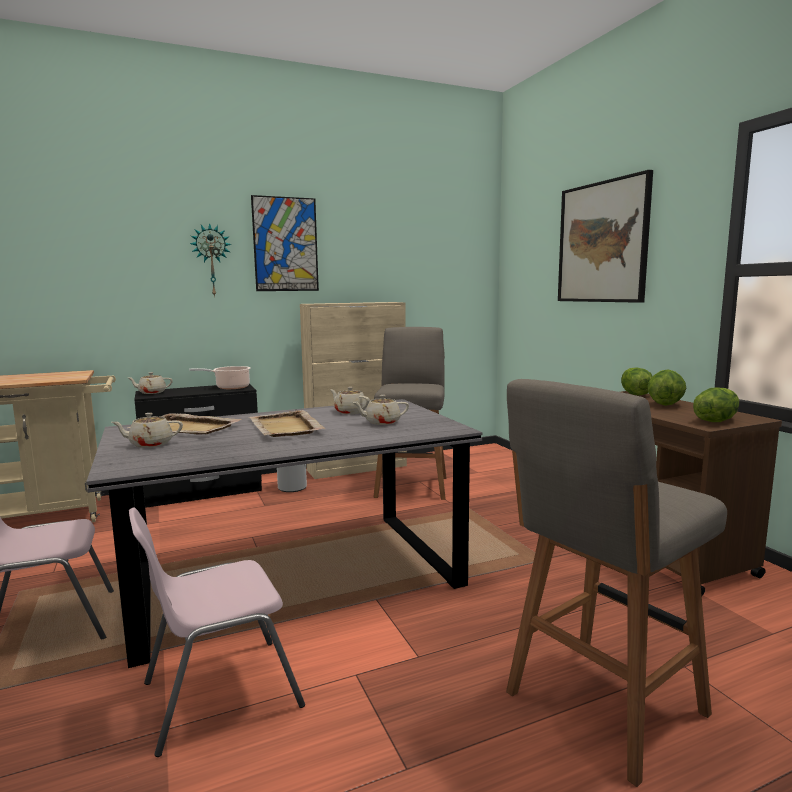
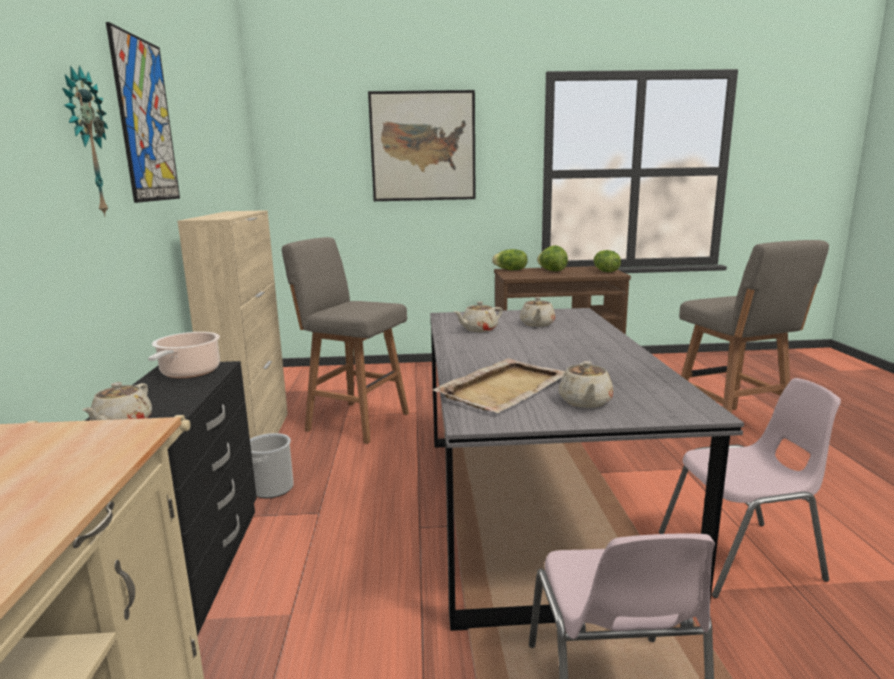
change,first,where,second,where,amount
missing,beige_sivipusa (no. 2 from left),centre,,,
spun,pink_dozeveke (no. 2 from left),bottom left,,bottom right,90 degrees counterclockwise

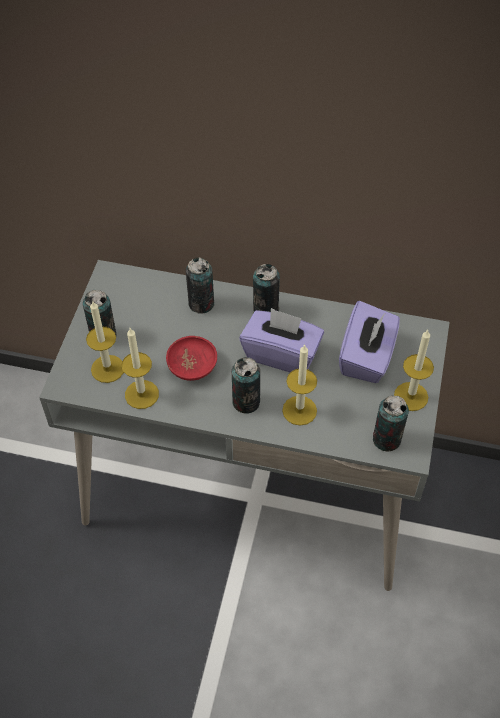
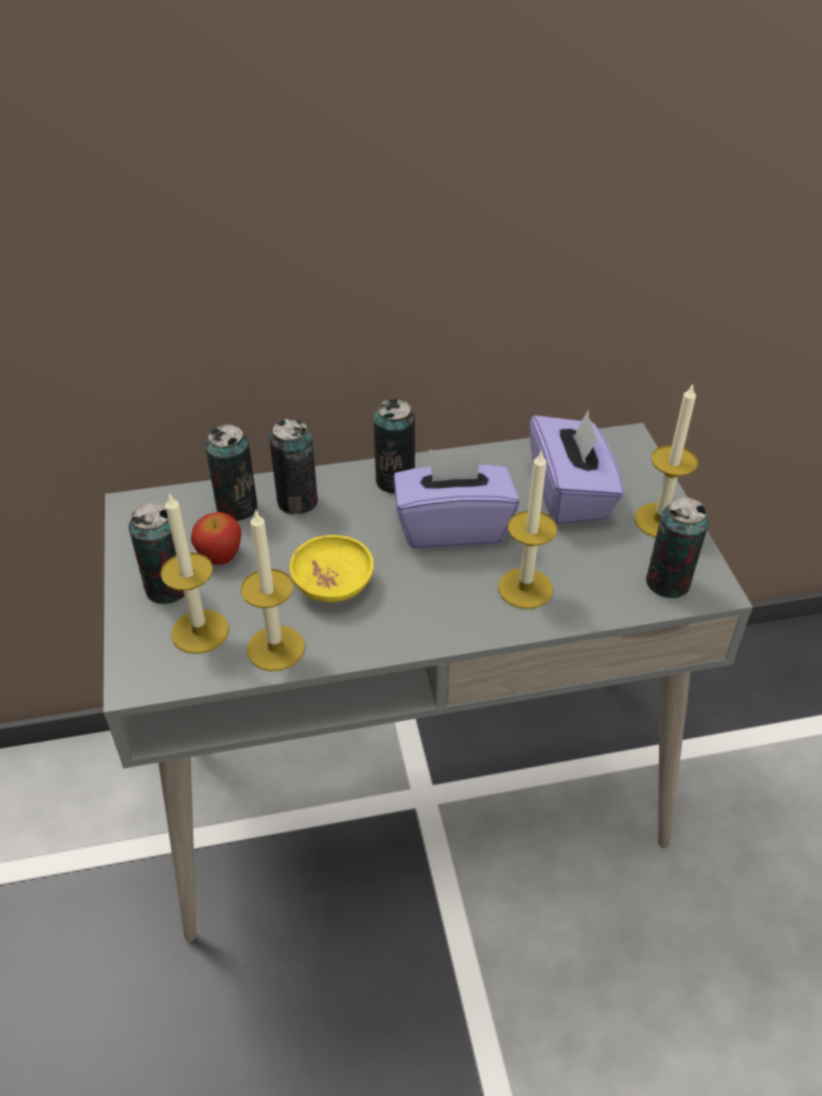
change,first,where,second,where,amount
appeared,,,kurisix,middle left,
relocated,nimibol (no. 3 from left in the first image),centre,nimibol (no. 2 from left),middle left,
colour,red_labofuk,centre,yellow_labofuk,centre,

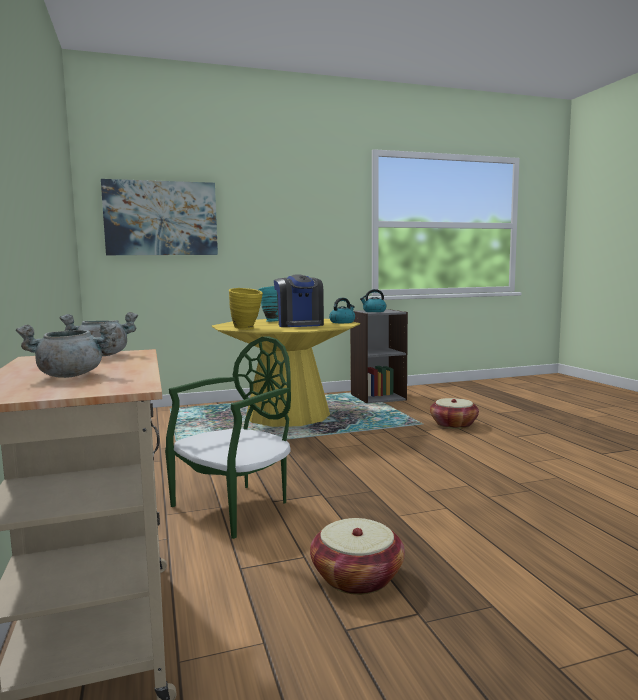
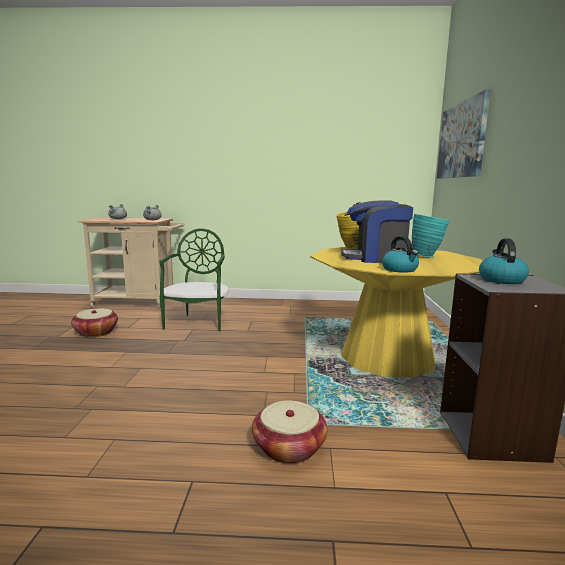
change,first,where,second,where,amount
spun,green_dozeveke,centre,,centre,150 degrees counterclockwise

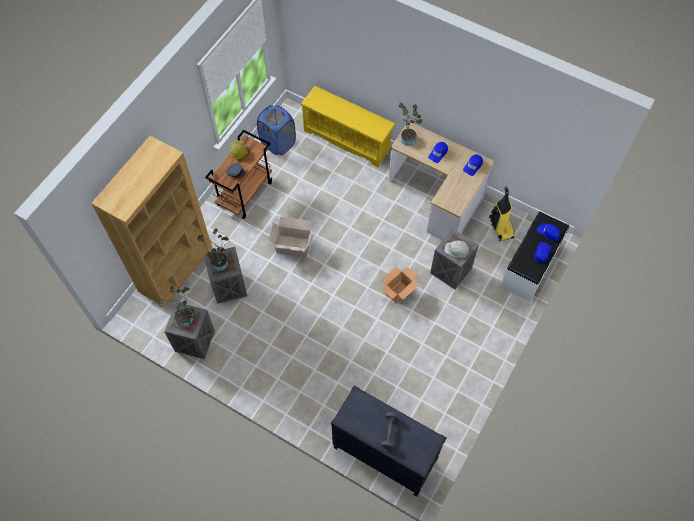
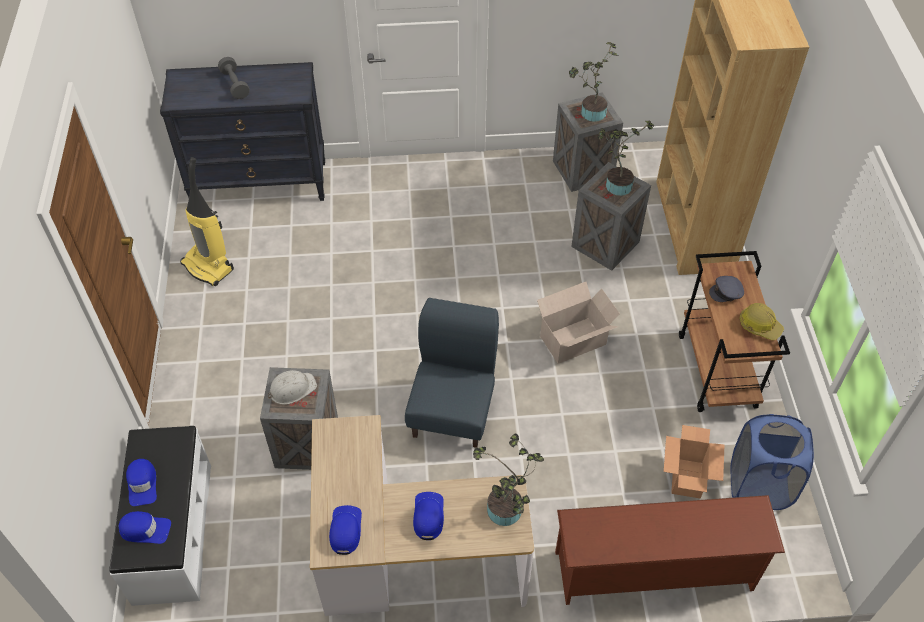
change,first,where,second,where,amount
appeared,,,blue_dozeveke,centre,
relocated,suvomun (no. 2 from left),centre,,bottom right,
relocated,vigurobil,middle right,,middle left,
colour,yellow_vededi,top centre,brown_vededi,bottom right,

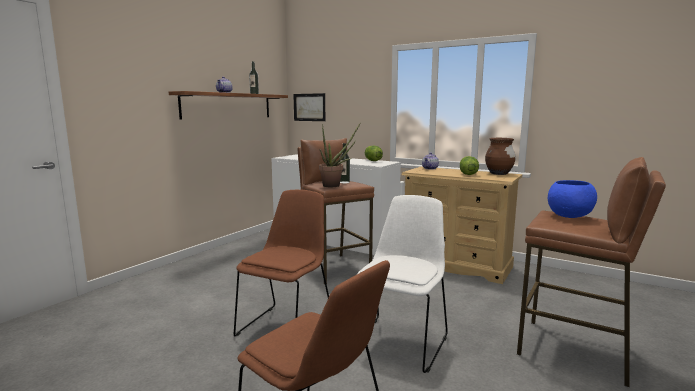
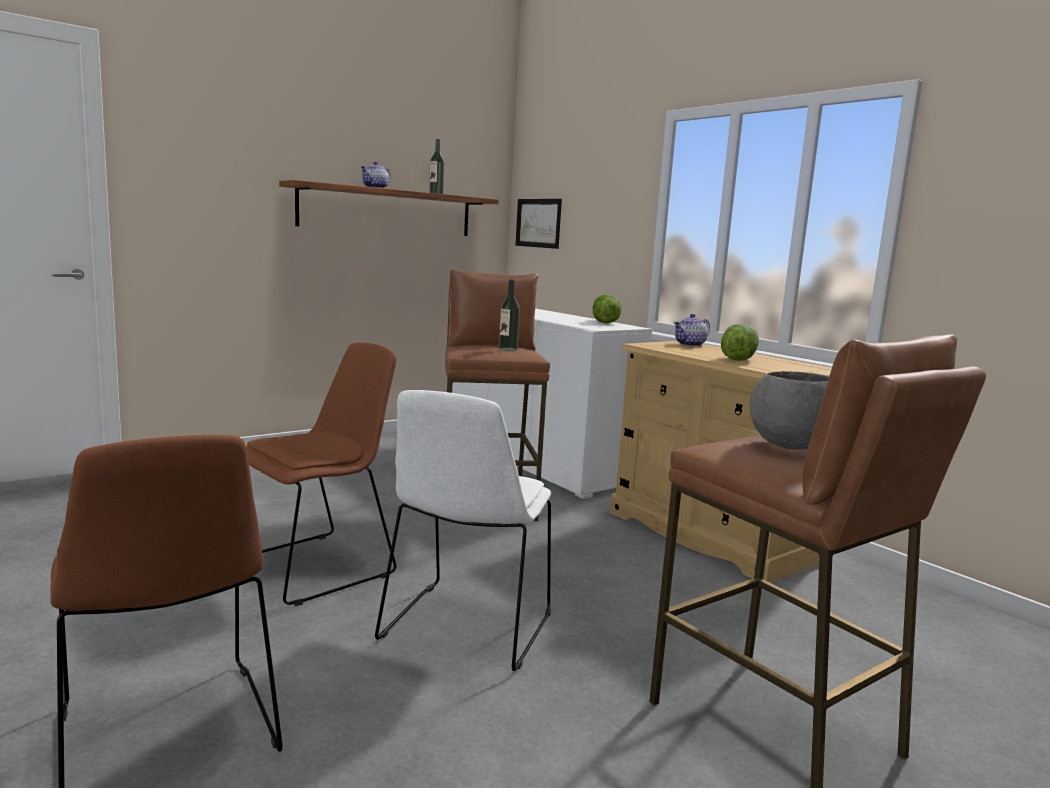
change,first,where,second,where,amount
missing,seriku,centre,,,
missing,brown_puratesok,middle right,,,
colour,blue_labofuk,middle right,grey_labofuk,middle right,
spun,white_dozeveke,bottom centre,,bottom centre,150 degrees clockwise

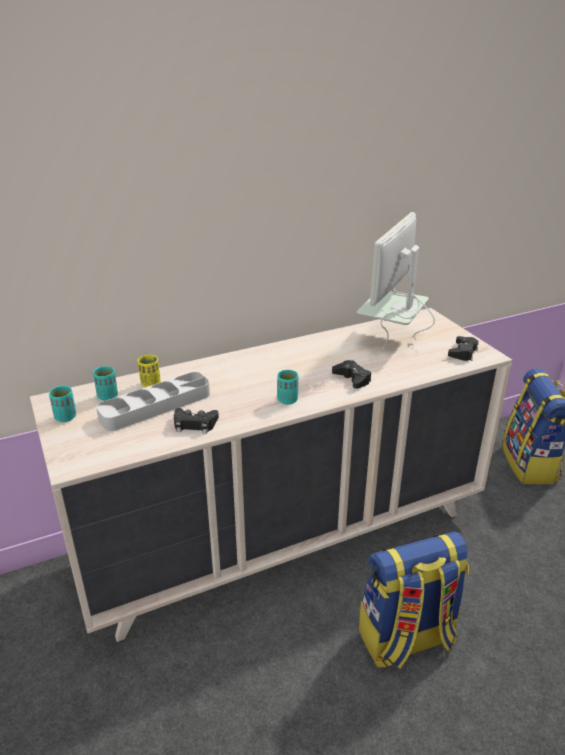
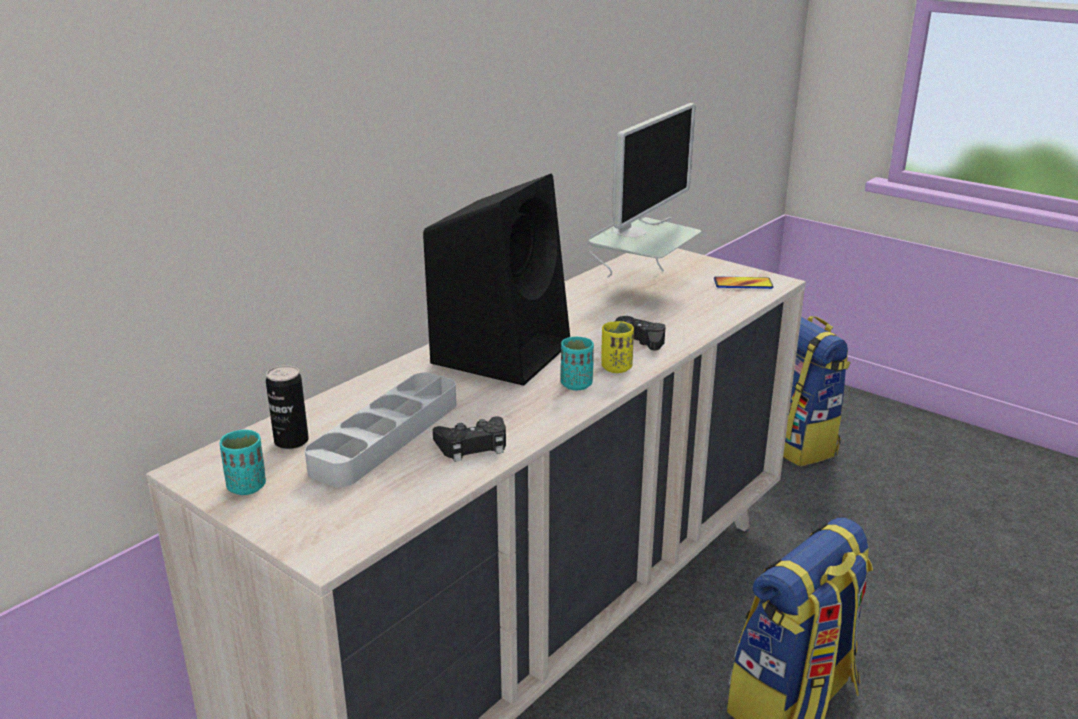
change,first,where,second,where,amount
appeared,,,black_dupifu,centre,
relocated,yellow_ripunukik,middle left,,centre,
exchanged,turquoise_ripunukik (no. 2 from left),middle left,nimibol,middle left,
exchanged,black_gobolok (no. 3 from left),middle right,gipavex,middle right,
spun,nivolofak,middle right,,top centre,150 degrees counterclockwise

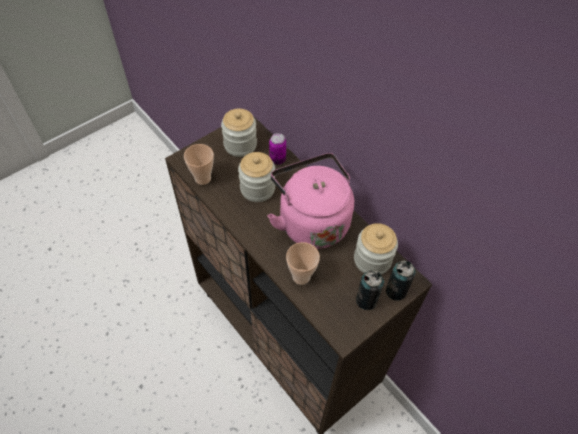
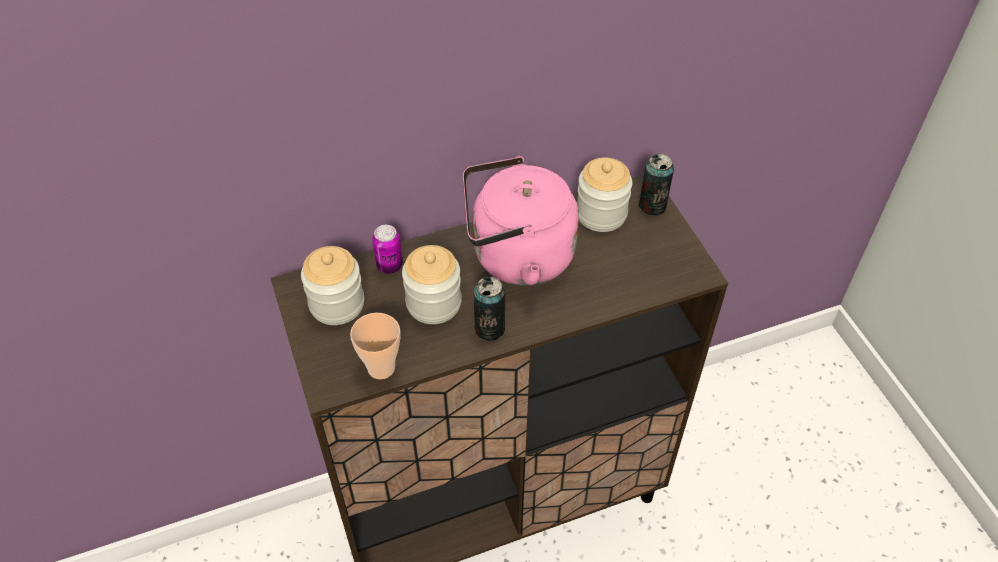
change,first,where,second,where,amount
missing,ripunukik (no. 2 from left),centre,,,
relocated,nimibol (no. 2 from left),bottom centre,,centre,

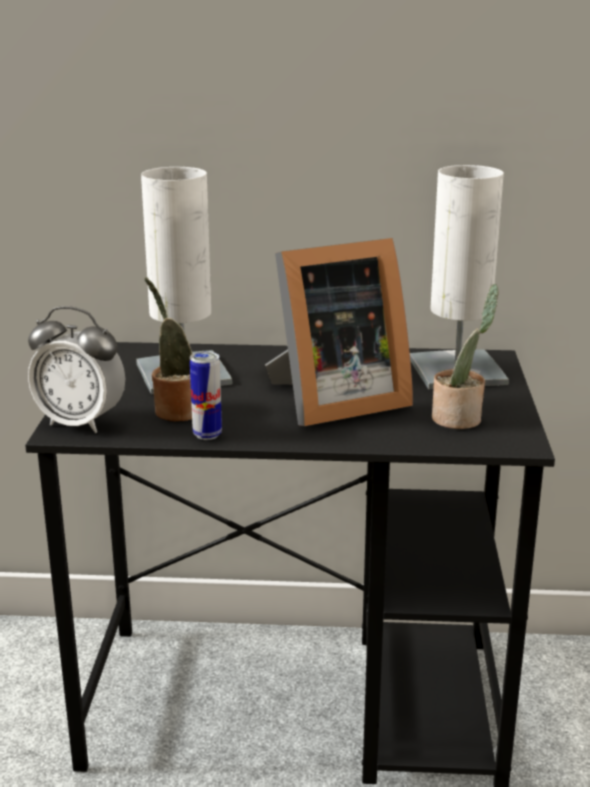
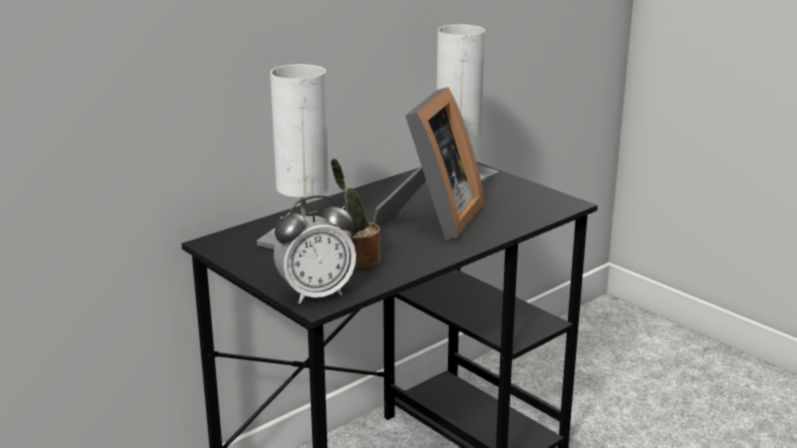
change,first,where,second,where,amount
missing,nimibol,centre,,,
missing,seriku (no. 2 from left),middle right,,,

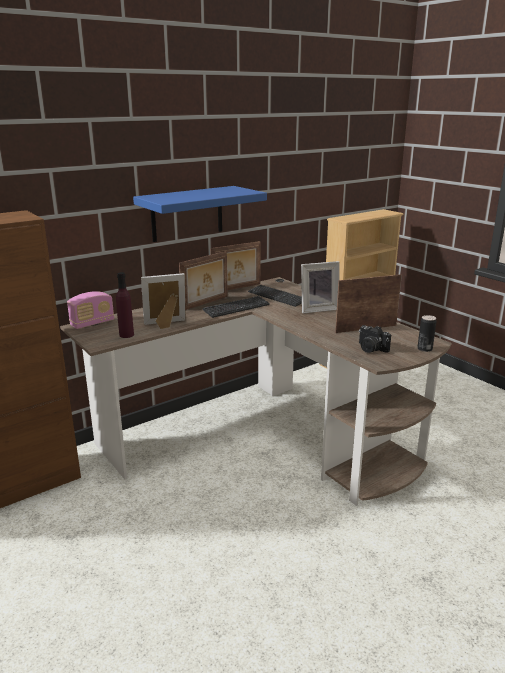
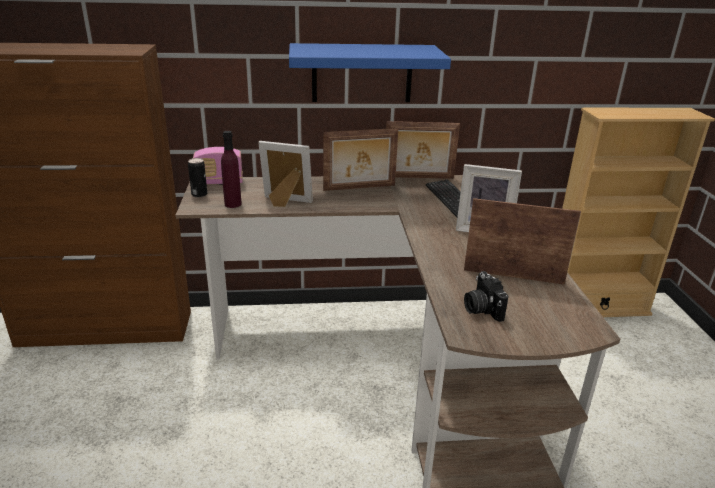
change,first,where,second,where,amount
missing,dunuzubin (no. 1 from left),centre,,,
relocated,nimibol,middle right,,middle left,

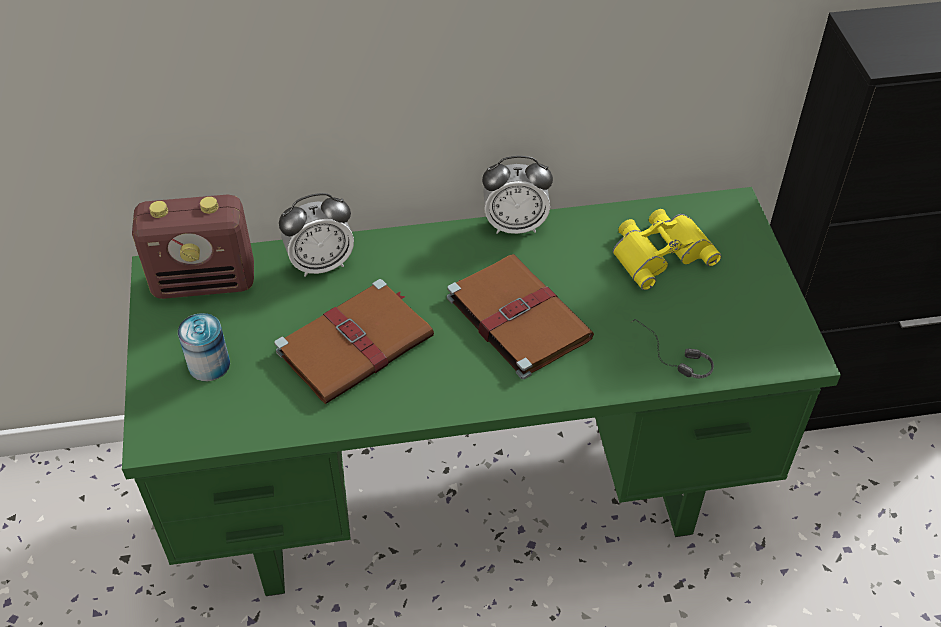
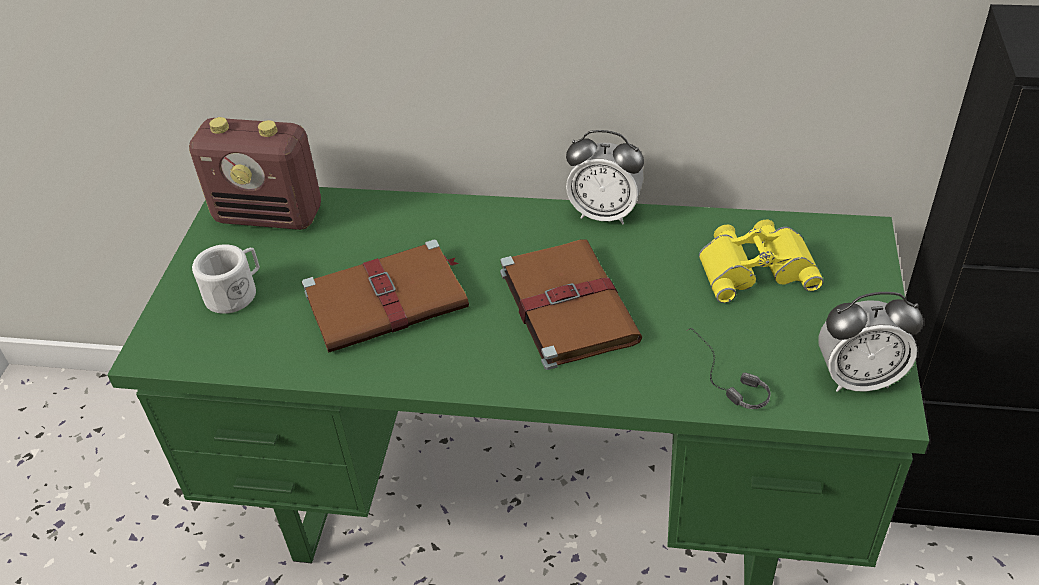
change,first,where,second,where,amount
relocated,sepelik (no. 1 from left in the first image),centre,sepelik (no. 2 from left),middle right,
exchanged,nimibol,middle left,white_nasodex,middle left,

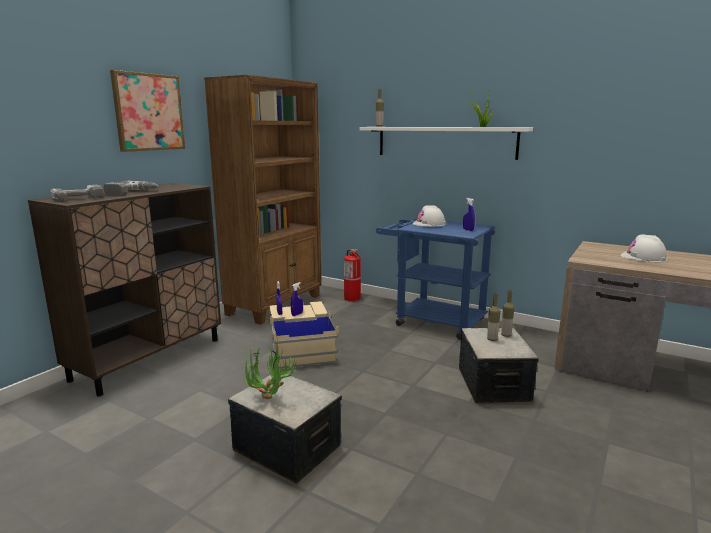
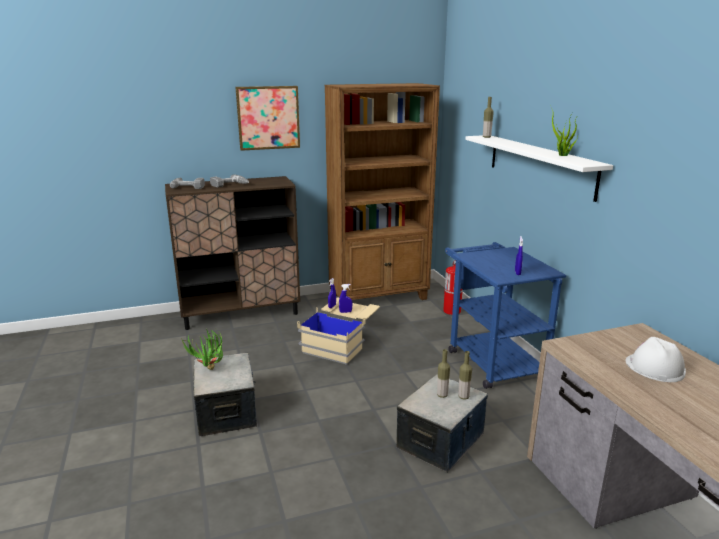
change,first,where,second,where,amount
missing,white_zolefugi (no. 1 from left),centre,,,

